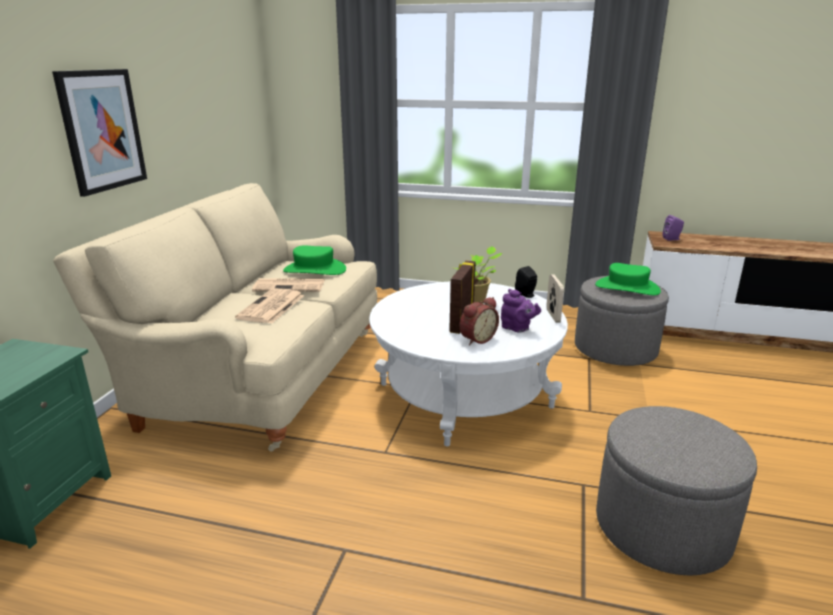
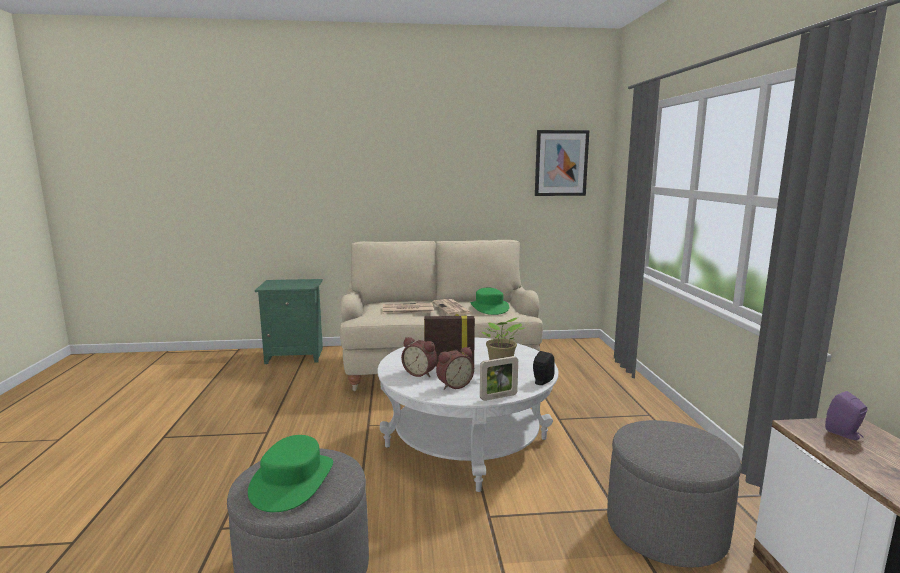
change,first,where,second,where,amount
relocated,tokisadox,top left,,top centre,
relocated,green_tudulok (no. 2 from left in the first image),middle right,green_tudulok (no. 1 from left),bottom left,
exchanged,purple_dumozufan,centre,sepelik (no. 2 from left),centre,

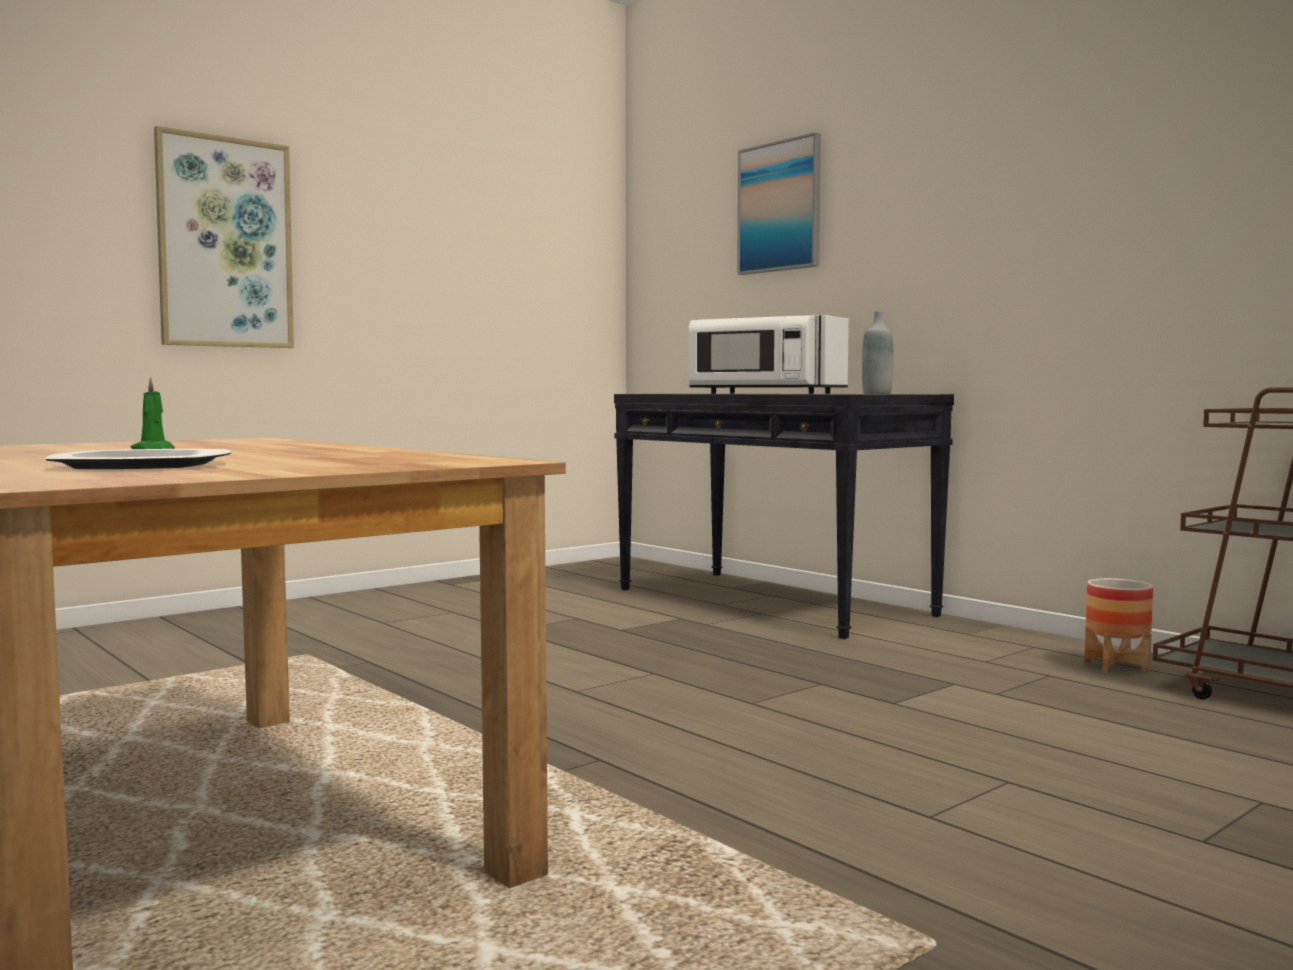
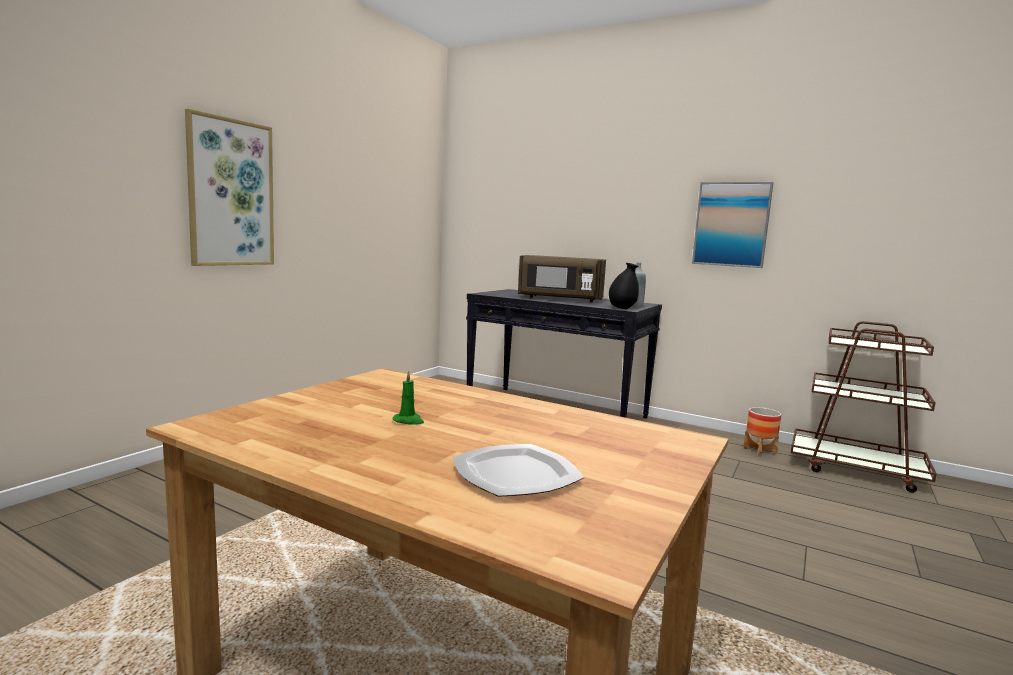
change,first,where,second,where,amount
appeared,,,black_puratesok,centre,
relocated,tokisadox (no. 2 from left),top centre,,middle right,
colour,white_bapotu,centre,brown_bapotu,centre,

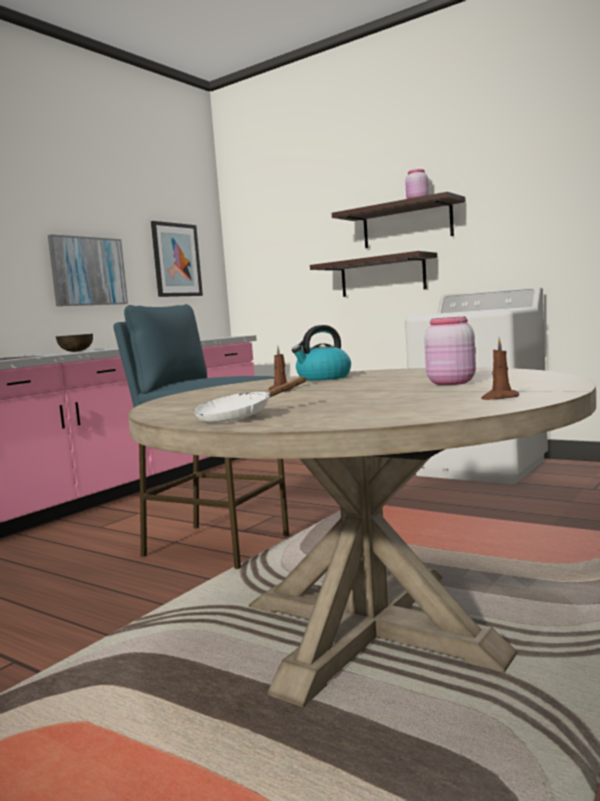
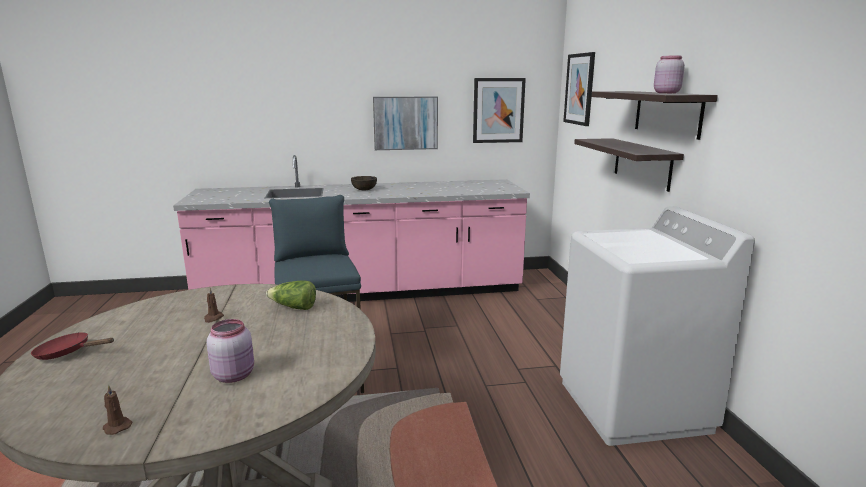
change,first,where,second,where,amount
appeared,,,tokisadox (no. 3 from left),top right,
exchanged,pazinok,centre,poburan,centre,
colour,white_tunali,centre,red_tunali,bottom left,

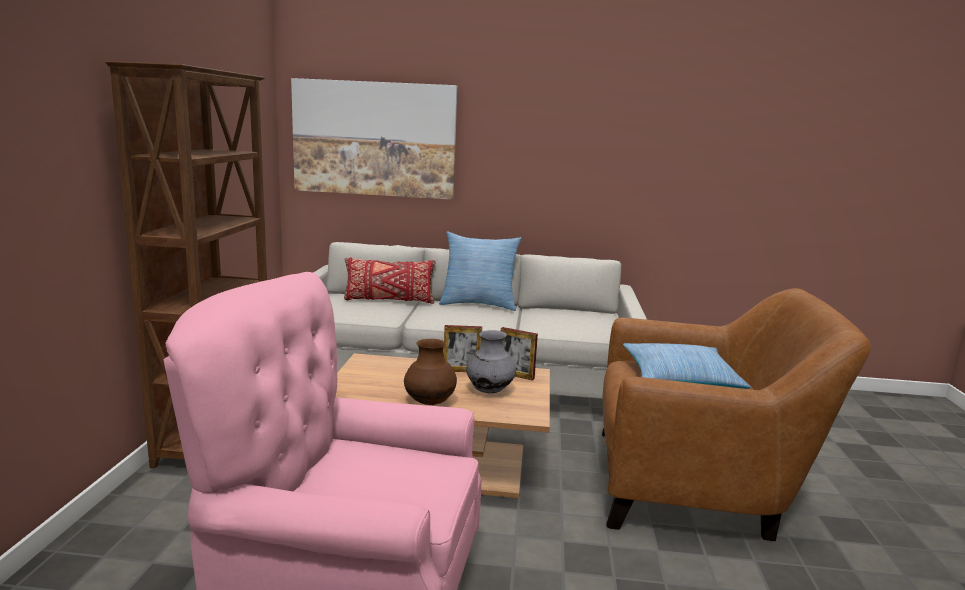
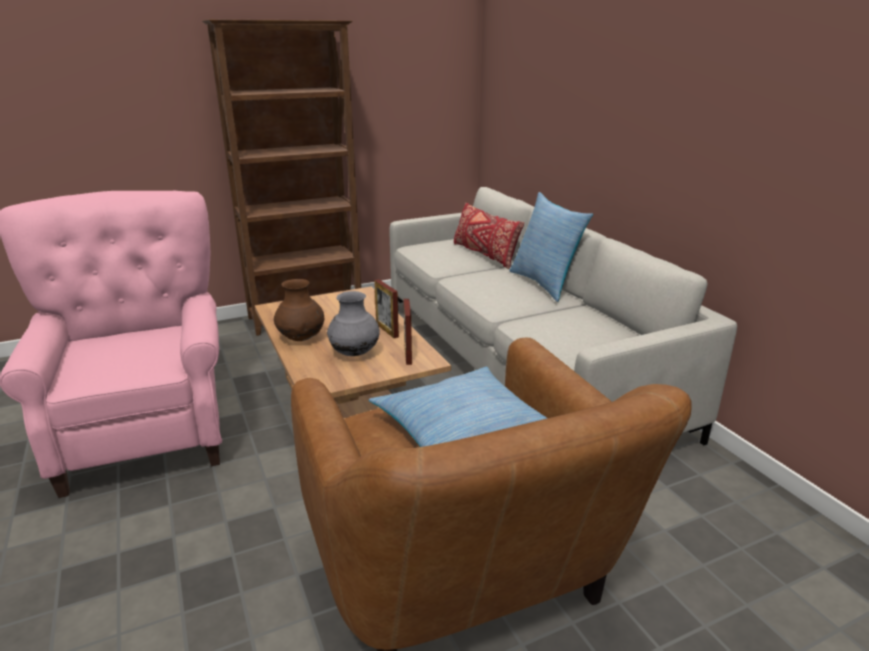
change,first,where,second,where,amount
missing,tokisadox,top centre,,,

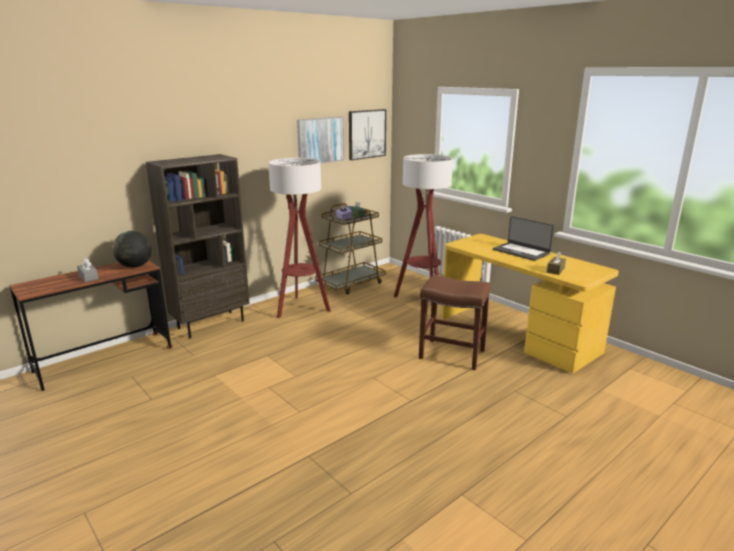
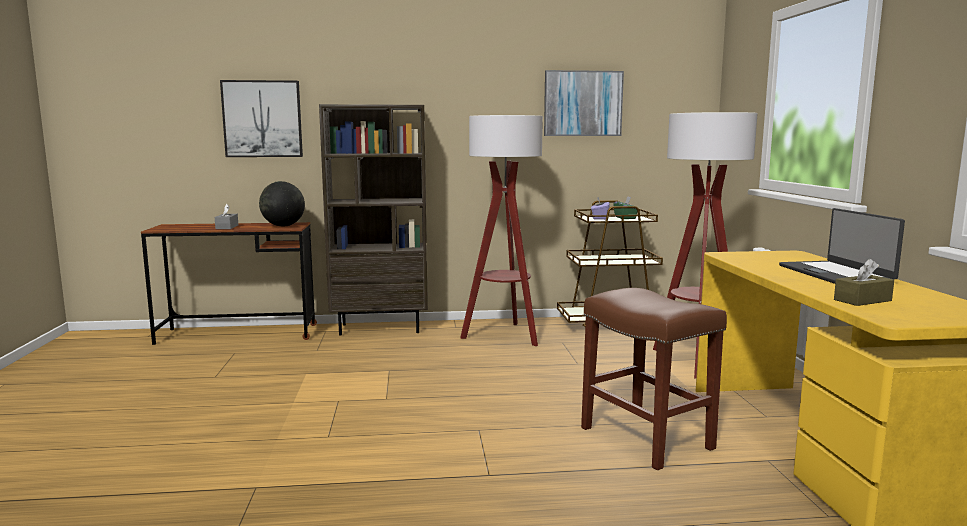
change,first,where,second,where,amount
relocated,tokisadox (no. 2 from left in the first image),top centre,tokisadox (no. 1 from left),top left,

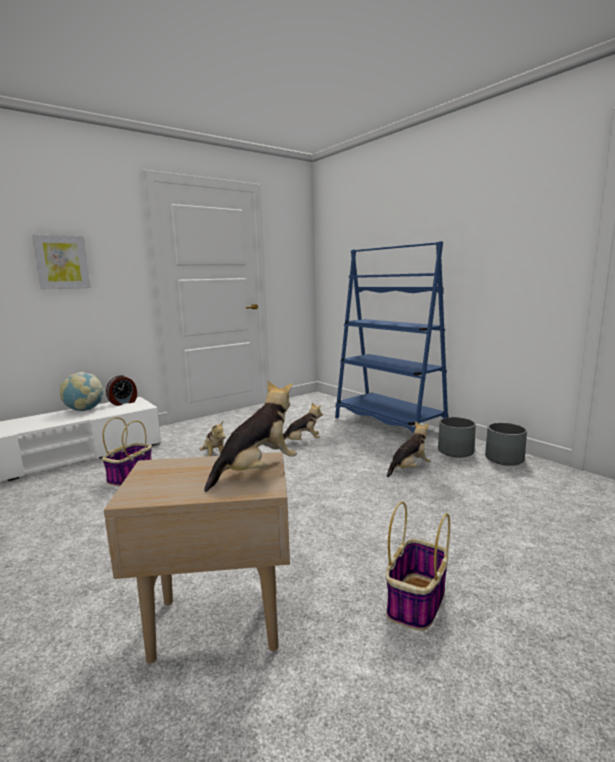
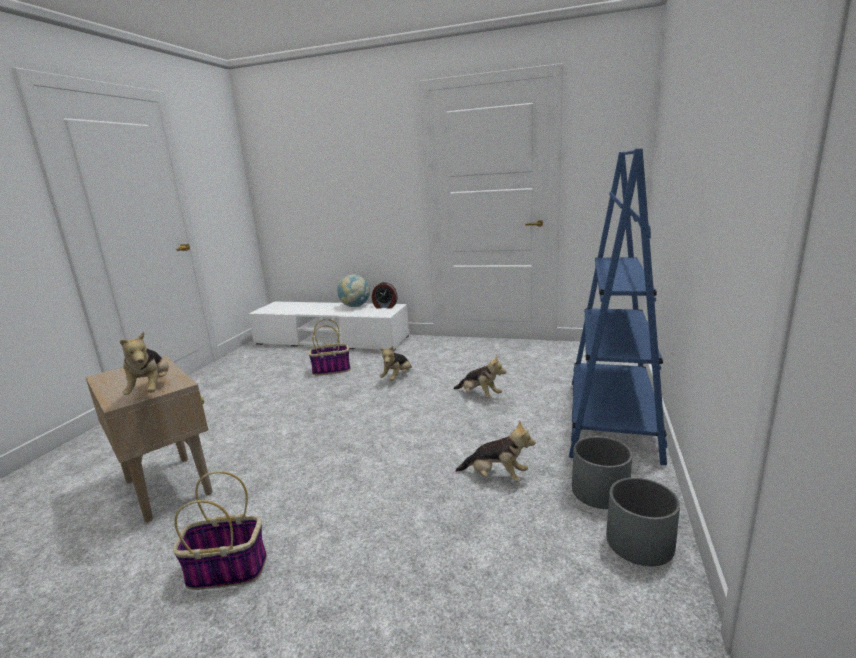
change,first,where,second,where,amount
missing,tokisadox,middle left,,,
spun,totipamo (no. 2 from left in the first image),centre,totipamo (no. 1 from left),middle left,60 degrees clockwise

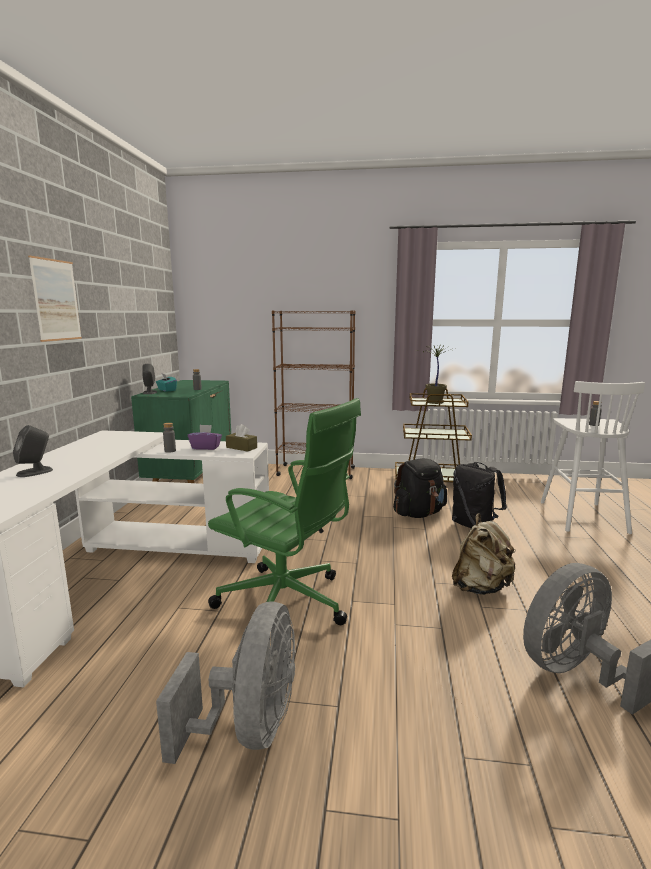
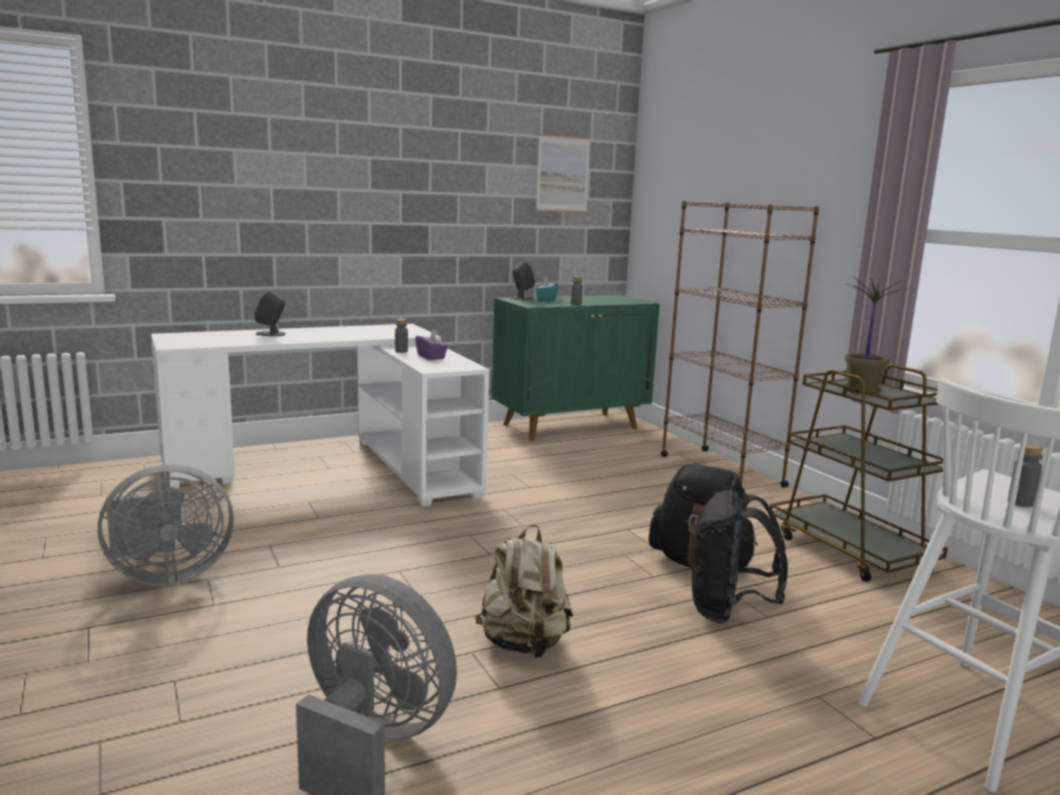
change,first,where,second,where,amount
missing,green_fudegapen,centre,,,
missing,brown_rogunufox,centre,,,
relocated,tokisadox,middle left,,top centre,

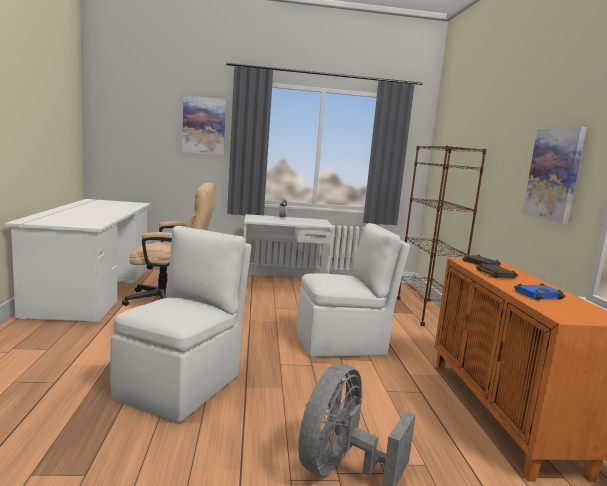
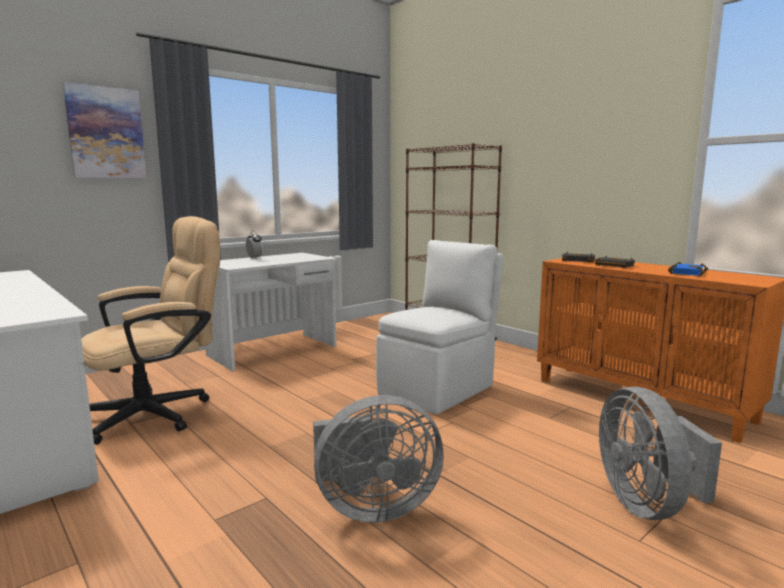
change,first,where,second,where,amount
missing,tokisadox (no. 2 from left),middle right,,,
exchanged,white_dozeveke (no. 1 from left),bottom left,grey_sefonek (no. 1 from left),bottom centre,

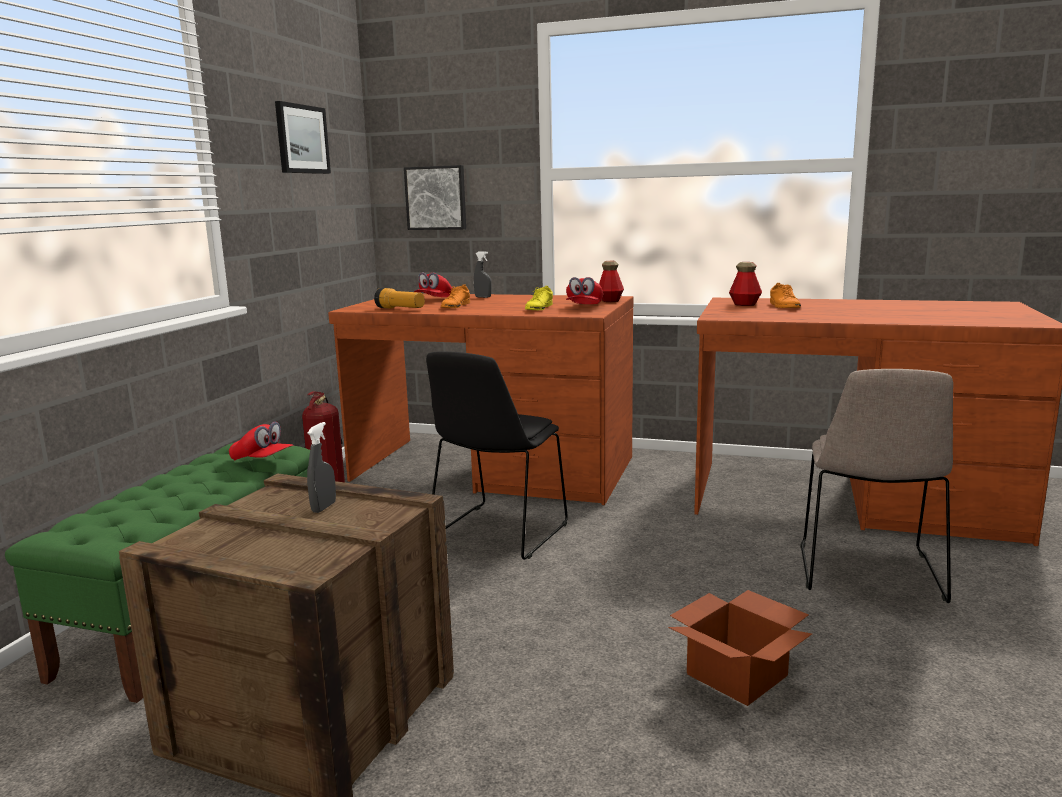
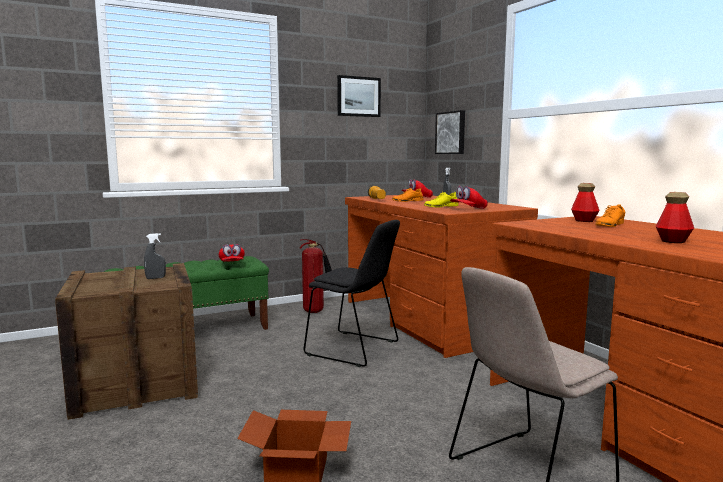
change,first,where,second,where,amount
relocated,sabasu (no. 1 from left in the first image),centre,sabasu (no. 2 from left),middle right,
spun,black_dozeveke,centre,,centre,135 degrees counterclockwise

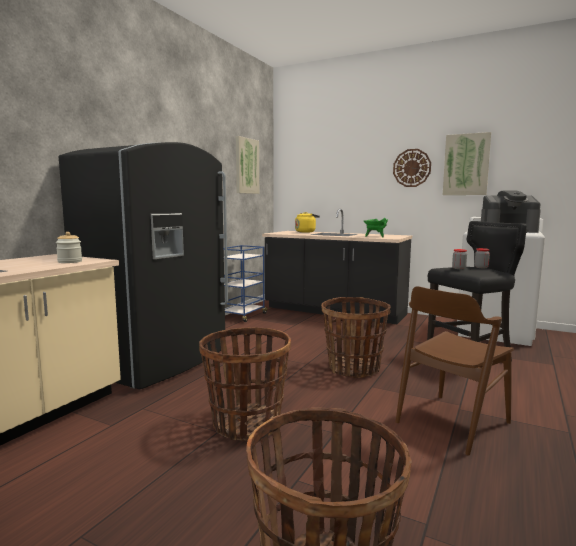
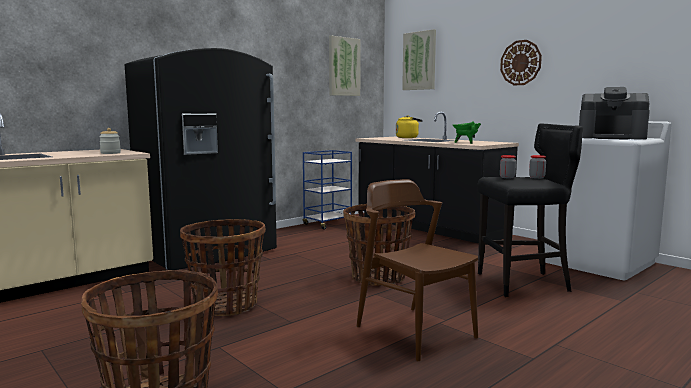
change,first,where,second,where,amount
relocated,tokisadox (no. 2 from left),top right,,top centre,
spun,brown_dozeveke,bottom right,,bottom centre,75 degrees clockwise

